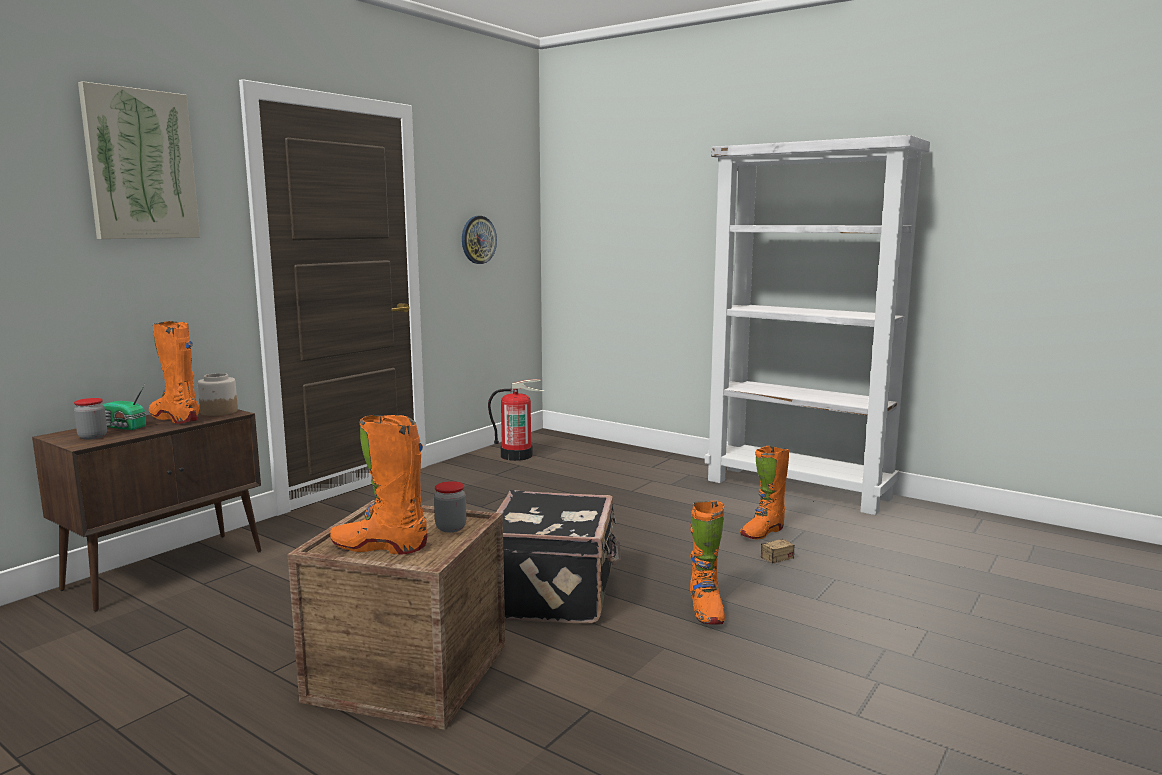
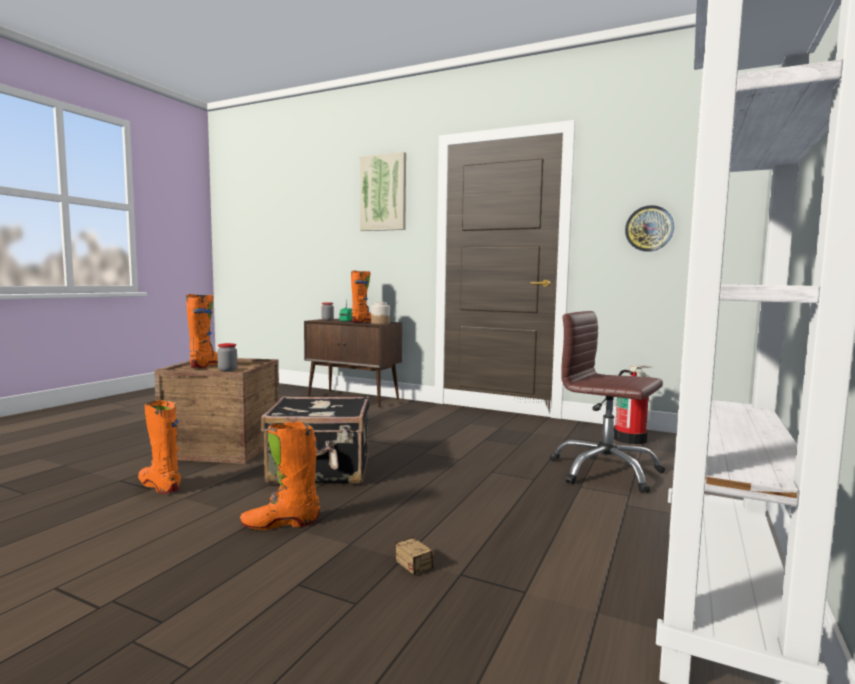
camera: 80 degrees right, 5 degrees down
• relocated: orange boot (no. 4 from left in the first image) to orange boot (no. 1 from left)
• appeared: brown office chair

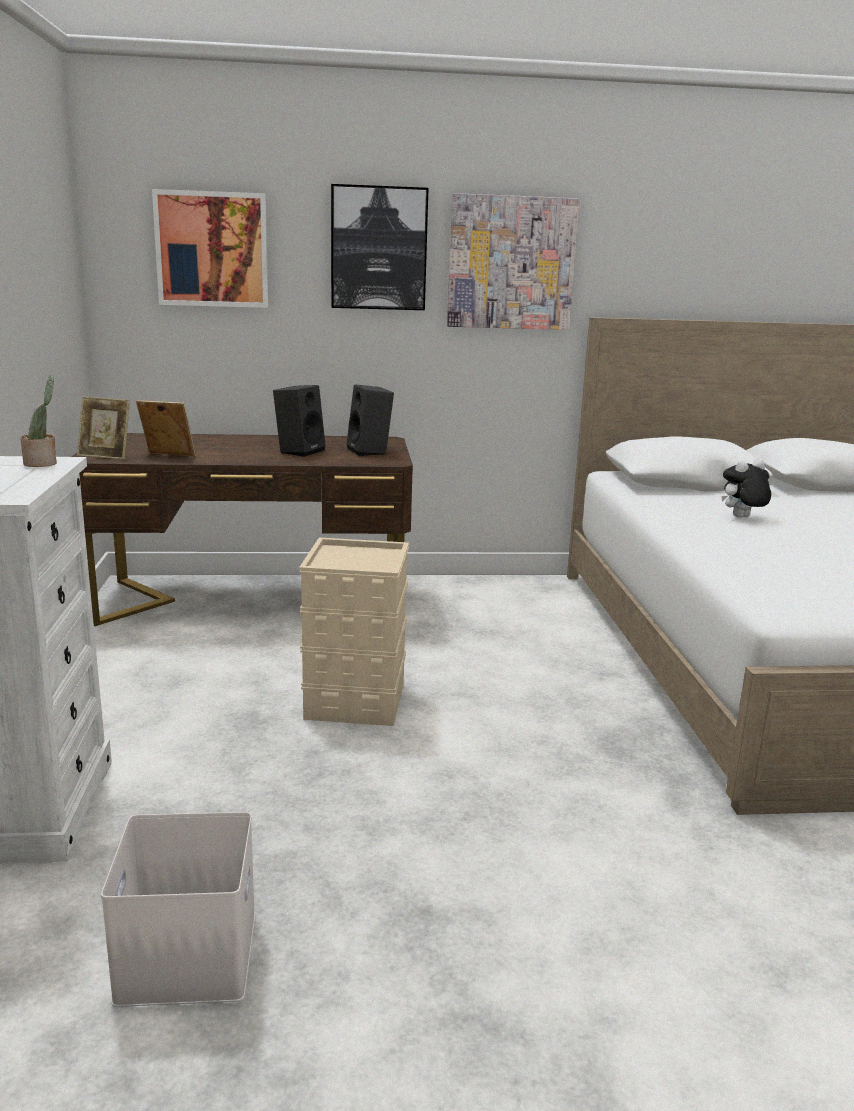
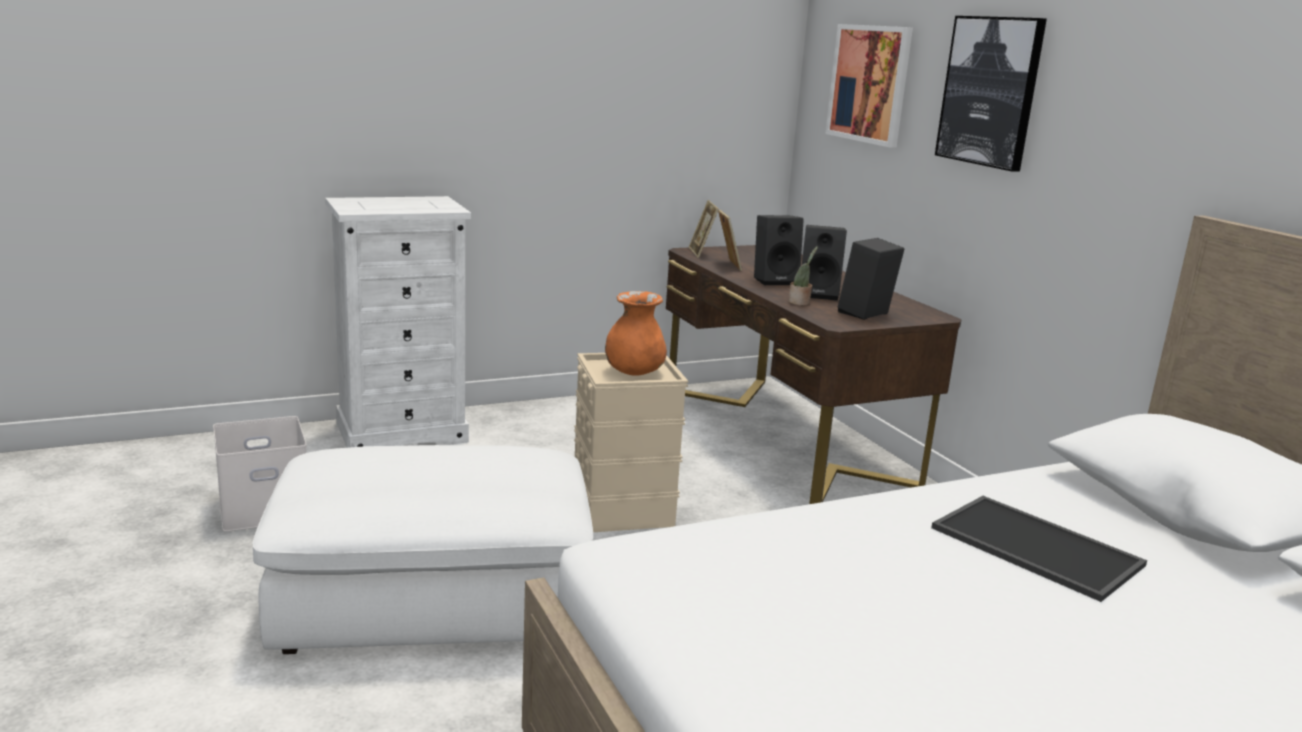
camera: 70 degrees right, 0 degrees up
• missing: picture (no. 3 from left)
• relocated: potted plant
• exchanged: plush toy to tray
• appeared: black speaker (no. 1 from left)
• appeared: orange vase
• appeared: white ottoman

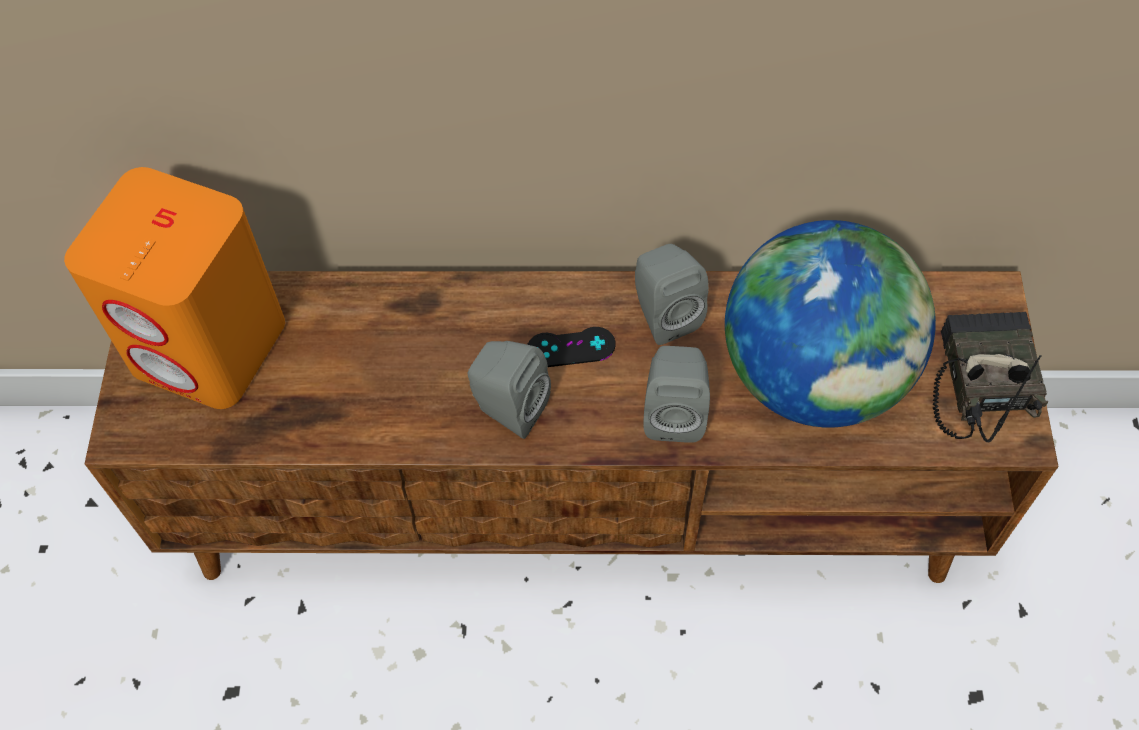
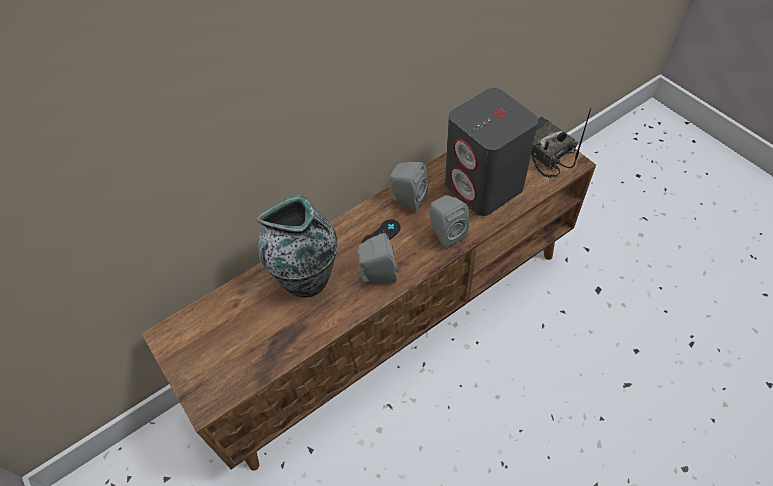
camera: 35 degrees left, 5 degrees down
• missing: orange speaker
• exchanged: globe to grey speaker (no. 4 from left)
• appeared: vase

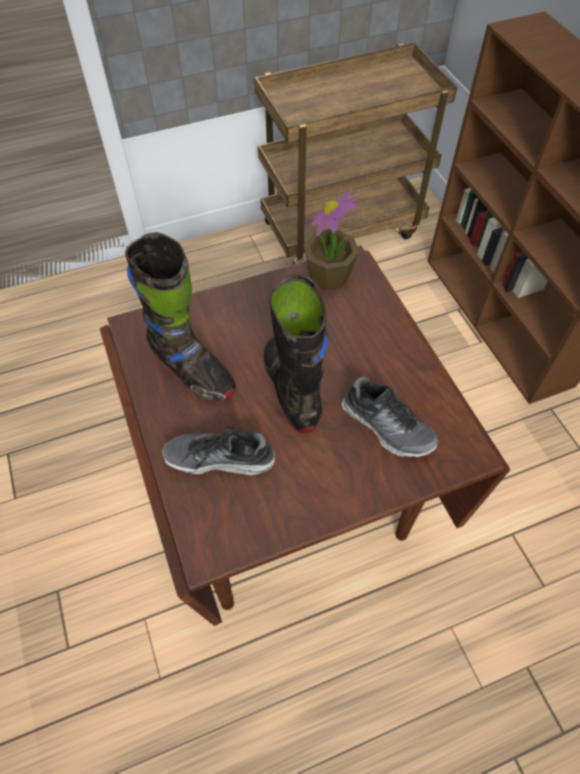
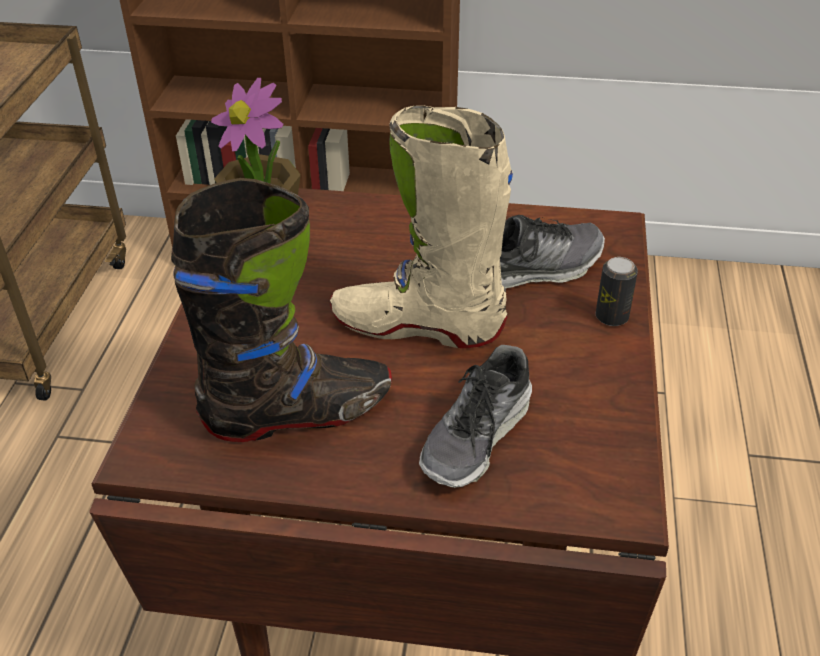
camera: 60 degrees left, 15 degrees down
• colour: black boot (no. 2 from left) to beige boot
• appeared: can

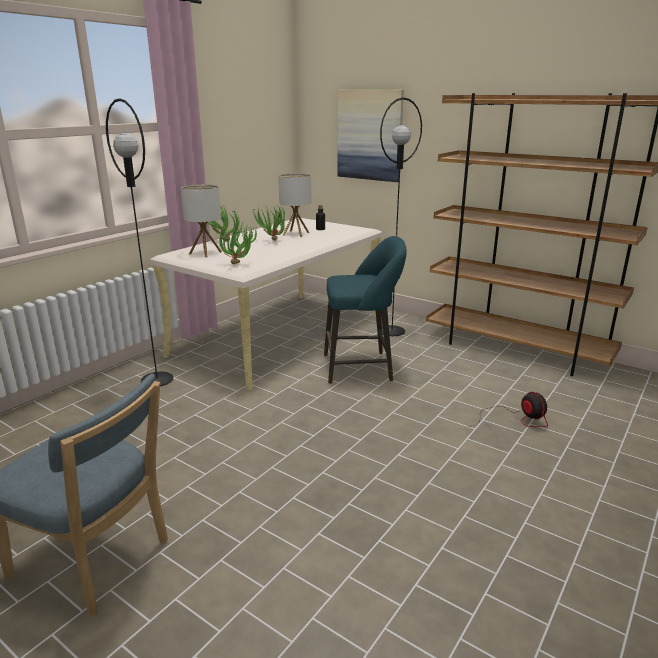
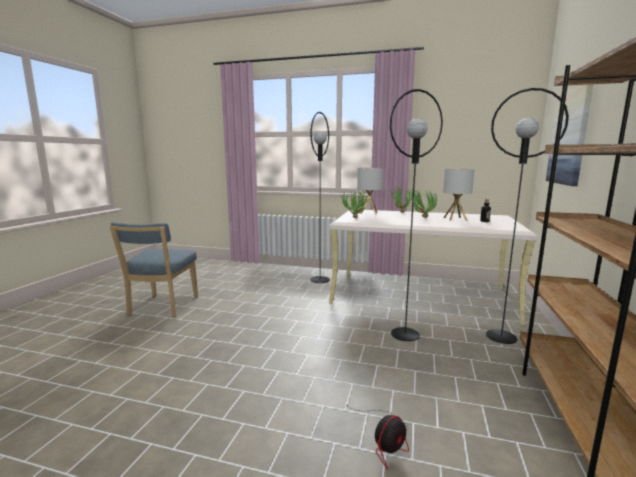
camera: 70 degrees right, 10 degrees down
• exchanged: turquoise stool to black floor lamp (no. 2 from left)

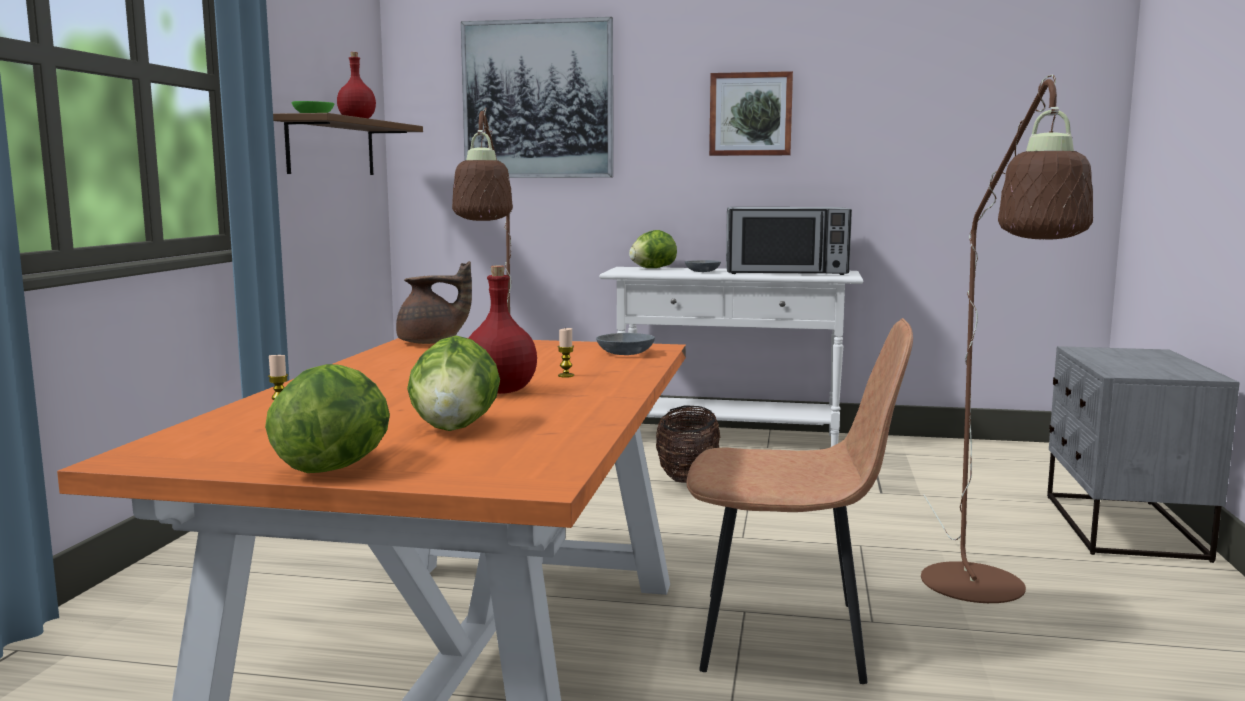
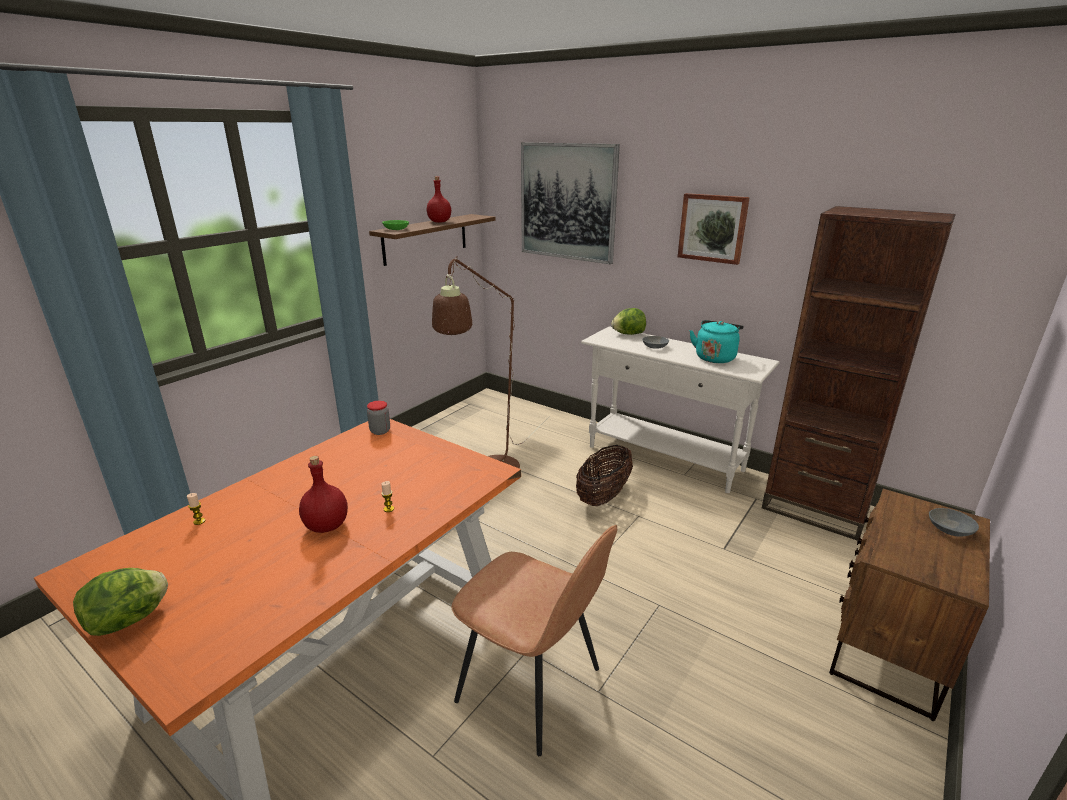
camera: 25 degrees right, 15 degrees up
• missing: brown floor lamp (no. 2 from left)
• exchanged: microwave to turquoise kettle
• exchanged: brown teapot to jar
• relocated: grey bowl (no. 1 from left in the first image) to grey bowl (no. 2 from left)
• missing: lettuce (no. 2 from left)
• colour: grey nightstand to brown nightstand
• appeared: brown bookcase

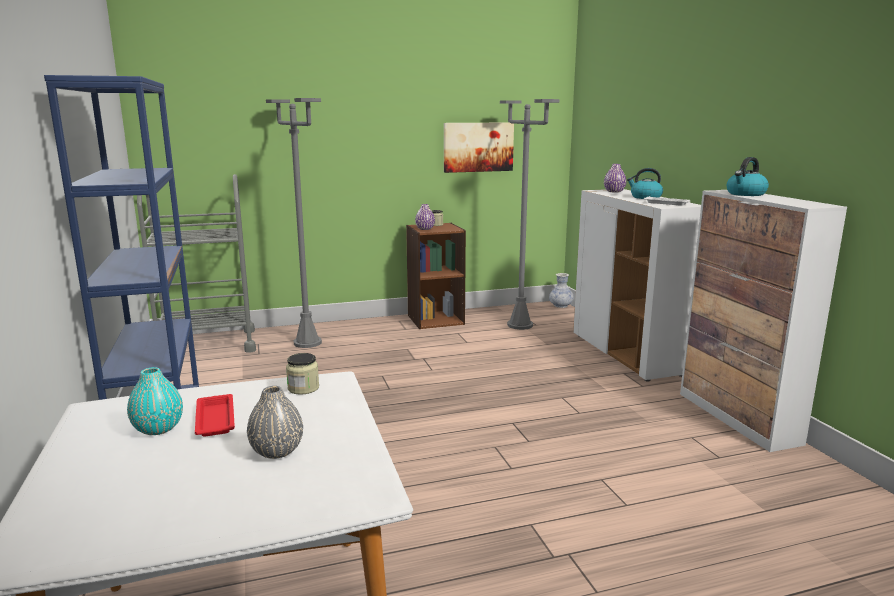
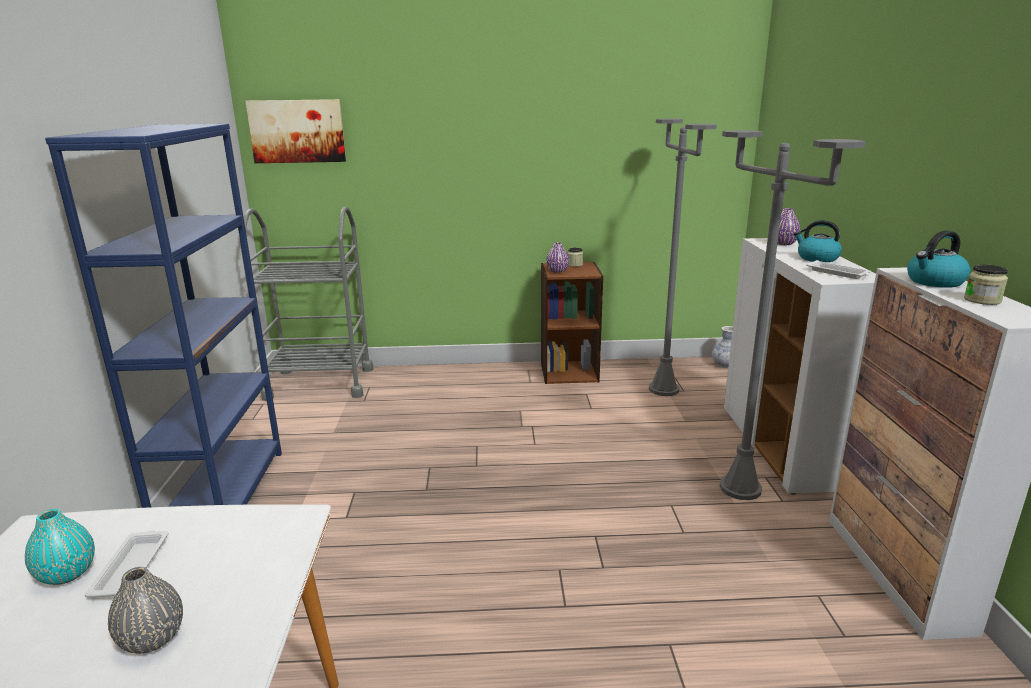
camera: 15 degrees right, 5 degrees up
• relocated: grey floor lamp (no. 1 from left in the first image) to grey floor lamp (no. 2 from left)
• relocated: picture
• relocated: jar (no. 1 from left in the first image) to jar (no. 2 from left)
• colour: red tray to white tray (no. 1 from left)

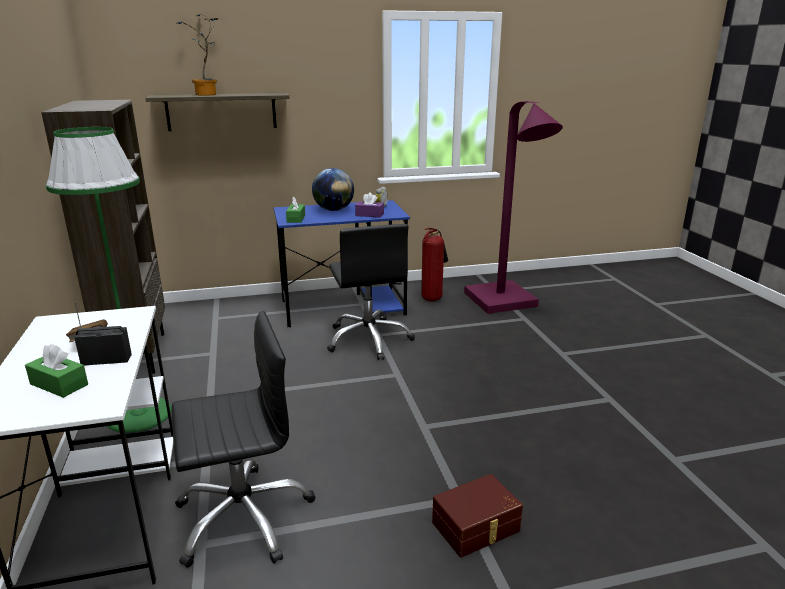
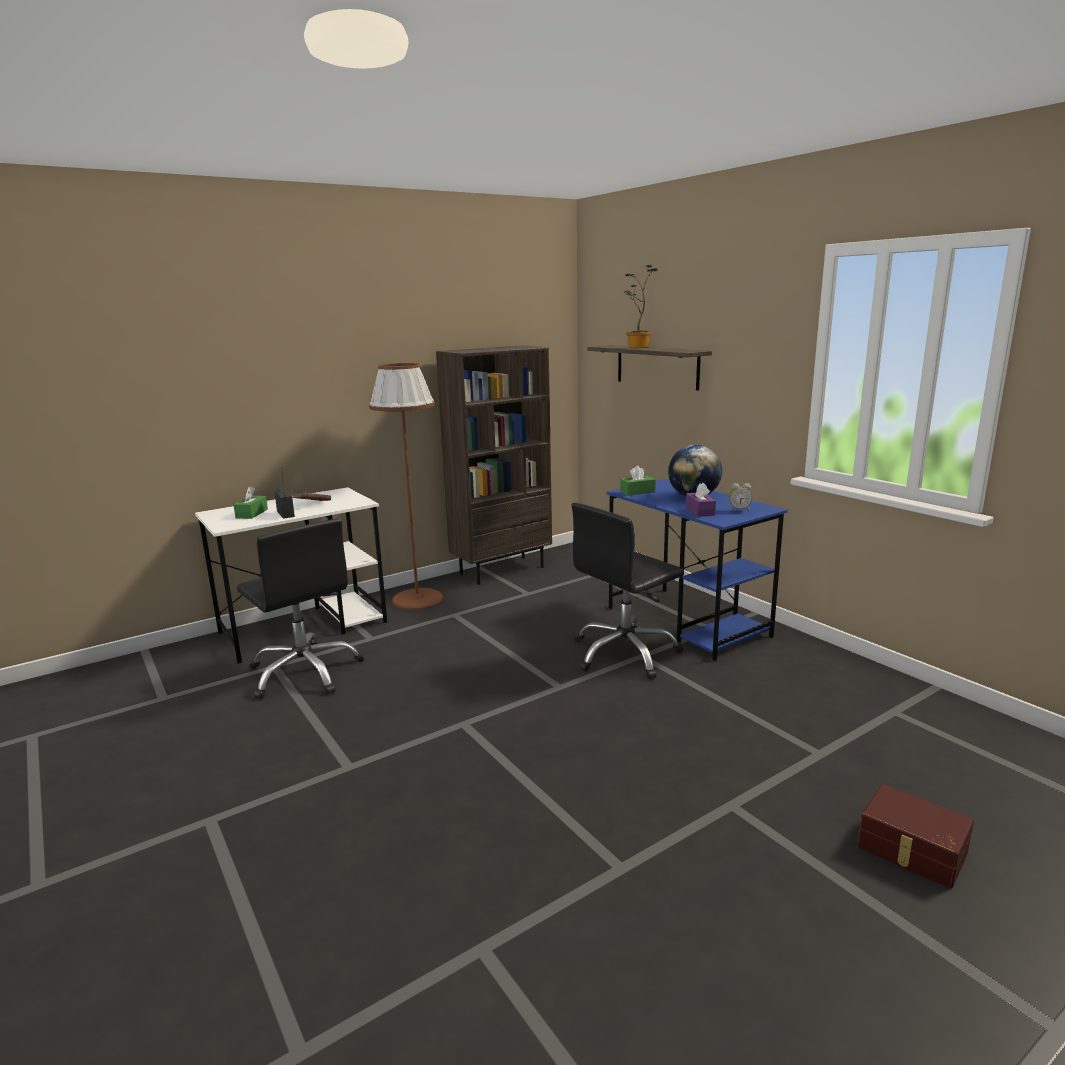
camera: 70 degrees right, 5 degrees down
• missing: purple floor lamp
• colour: green floor lamp to brown floor lamp
• missing: fire extinguisher
• relocated: brown storage box

